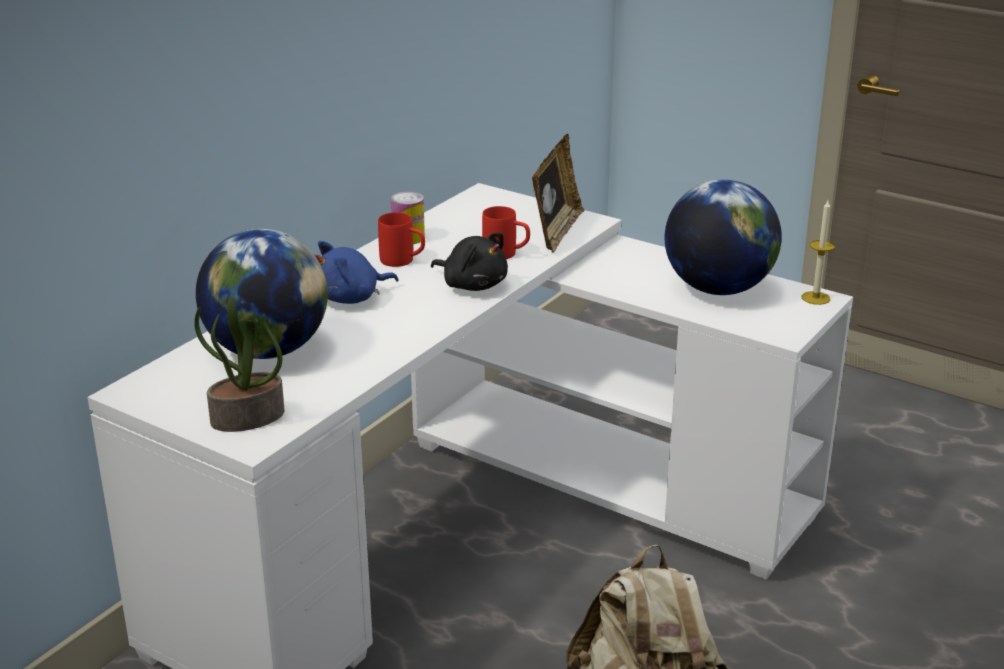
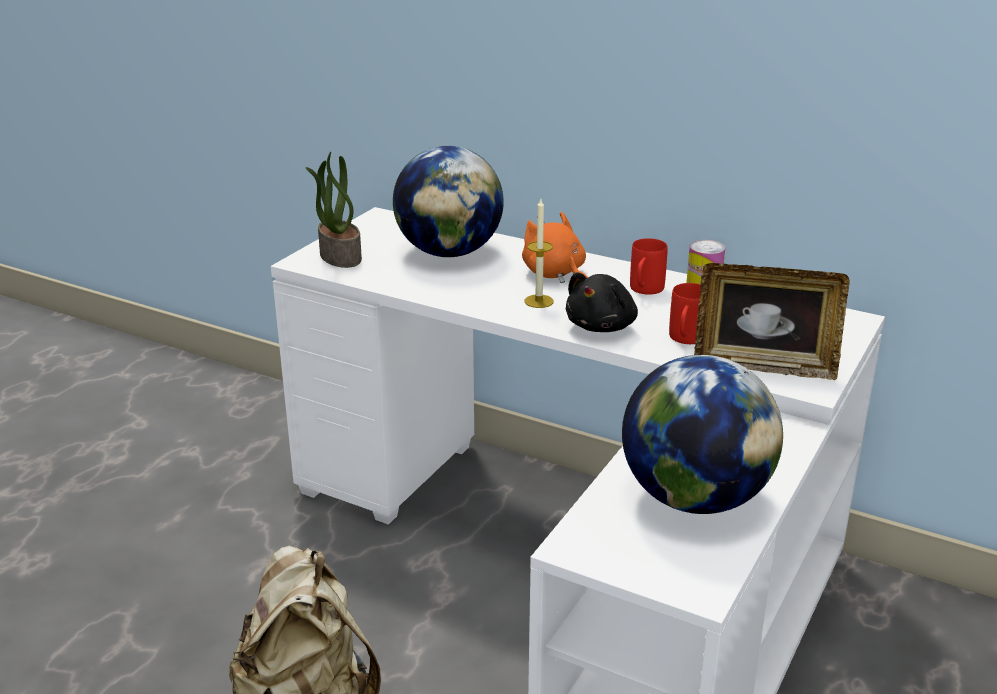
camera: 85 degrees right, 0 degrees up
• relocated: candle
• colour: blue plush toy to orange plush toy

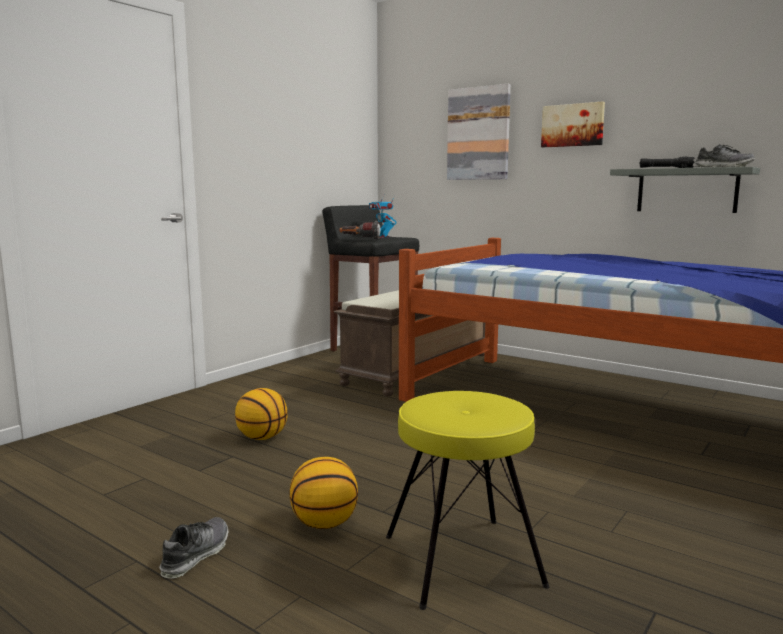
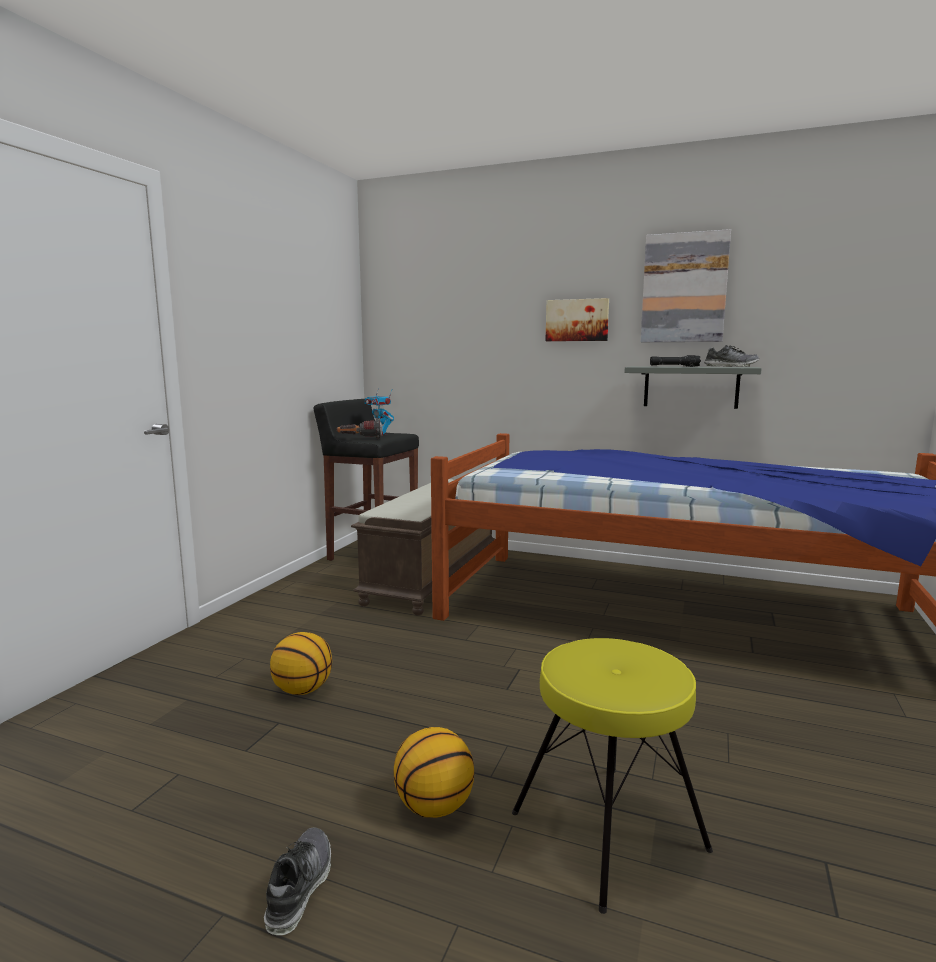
camera: 15 degrees left, 0 degrees up
• relocated: picture (no. 1 from left in the first image) to picture (no. 2 from left)

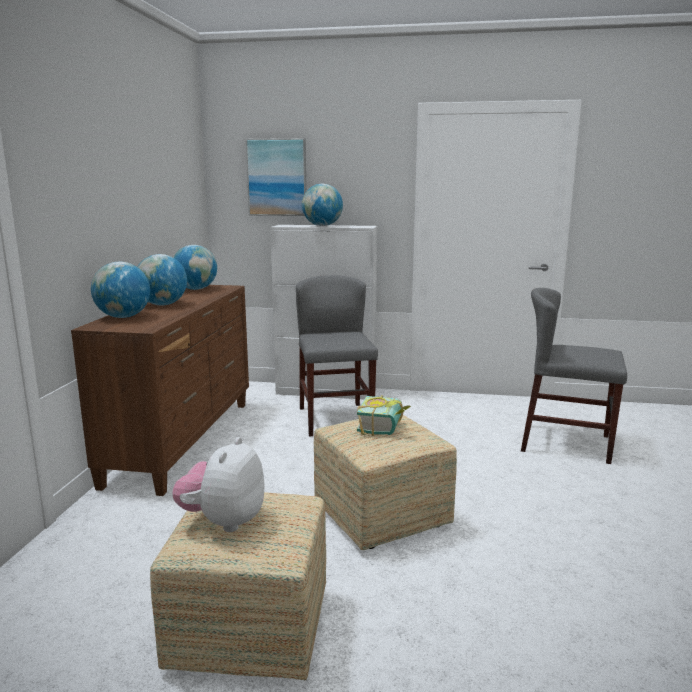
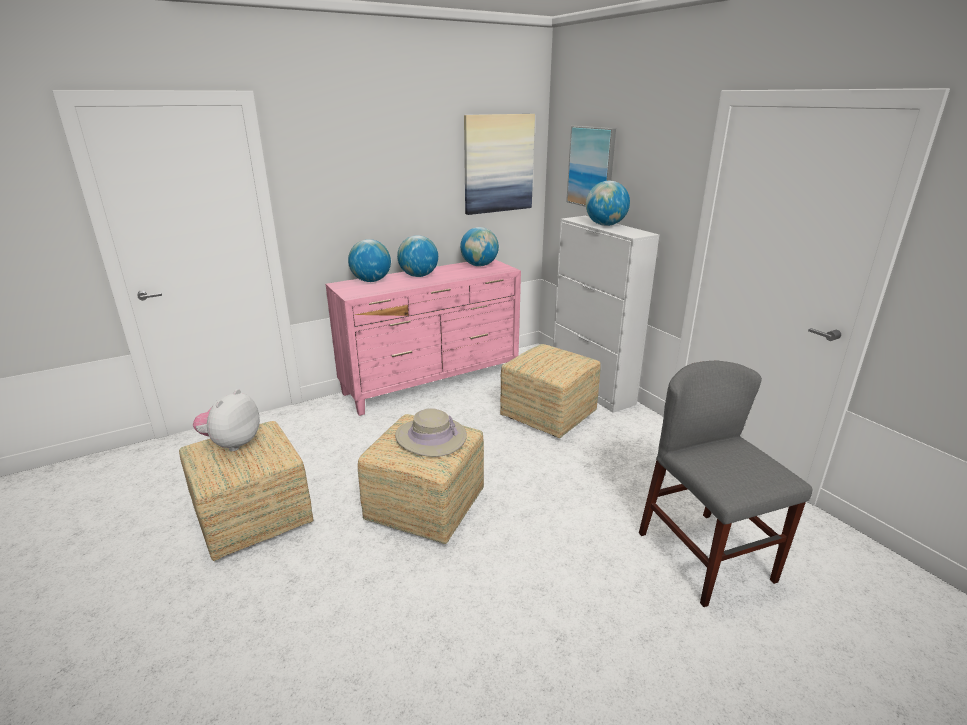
camera: 50 degrees right, 10 degrees up
• exchanged: grey chair (no. 1 from left) to ottoman (no. 3 from left)
• colour: brown dresser to pink dresser
• exchanged: book to beige hat
• spun: plush toy 45 degrees counterclockwise
• appeared: picture (no. 1 from left)

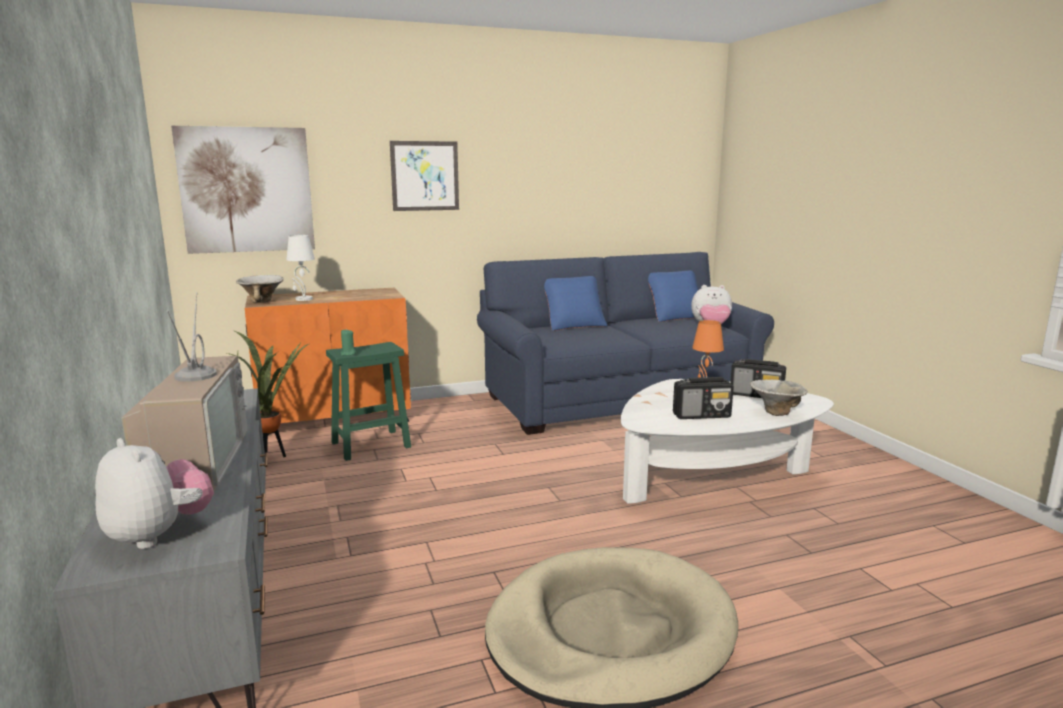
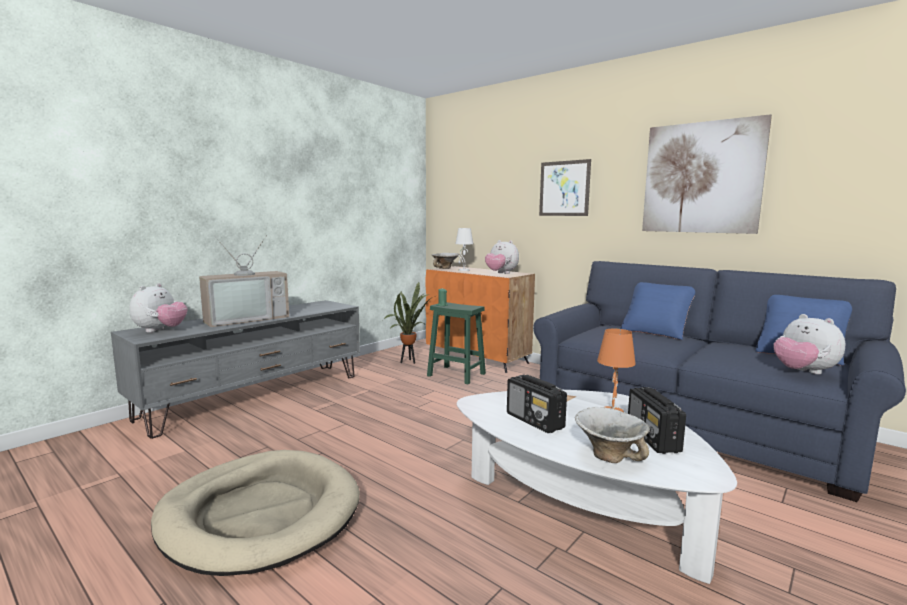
camera: 60 degrees right, 5 degrees down
• relocated: picture (no. 1 from left in the first image) to picture (no. 2 from left)
• appeared: plush toy (no. 2 from left)

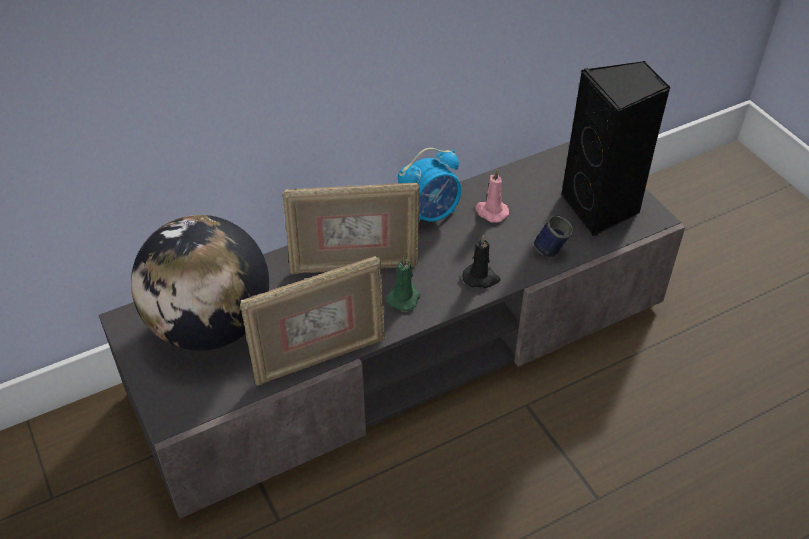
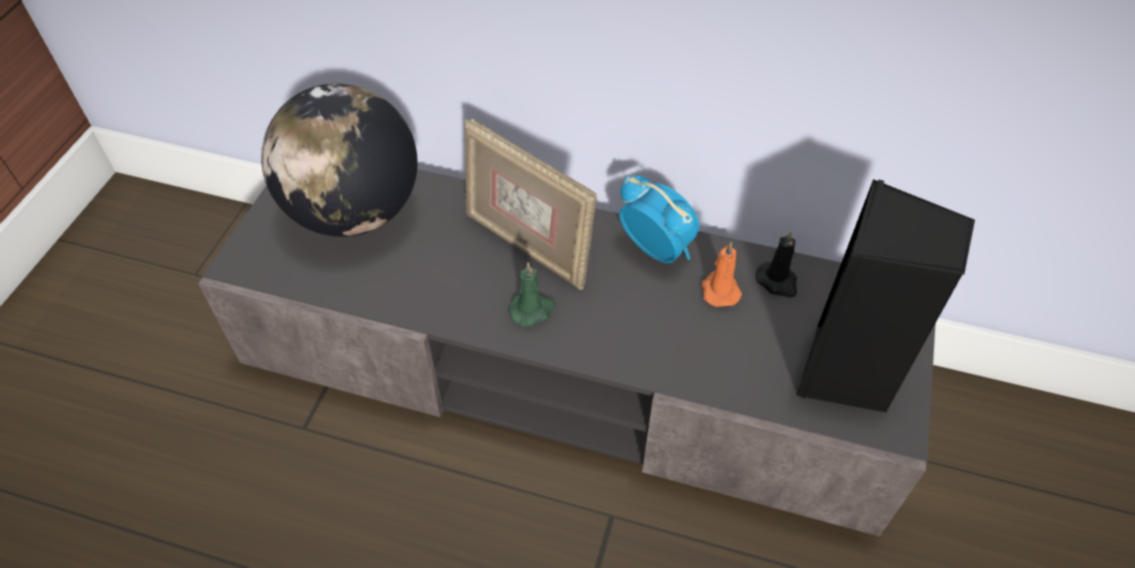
camera: 45 degrees right, 5 degrees up
• spun: alarm clock 150 degrees counterclockwise
• colour: pink candle to orange candle
• missing: blue mug
• relocated: black candle
• missing: picture frame (no. 1 from left)

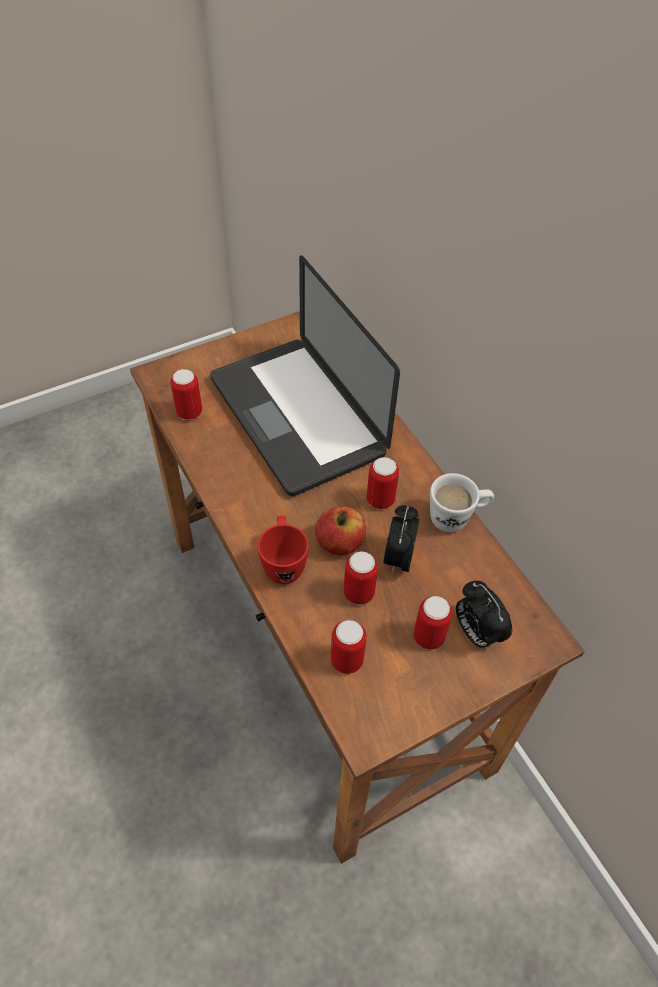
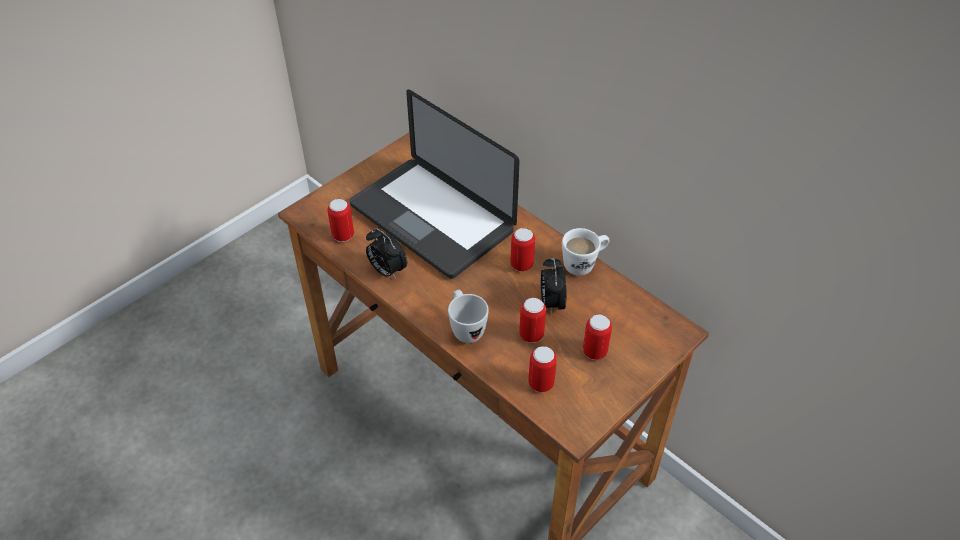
camera: 15 degrees left, 5 degrees down
• missing: apple
• colour: red mug to white mug (no. 1 from left)
• relocated: alarm clock (no. 2 from left in the first image) to alarm clock (no. 1 from left)

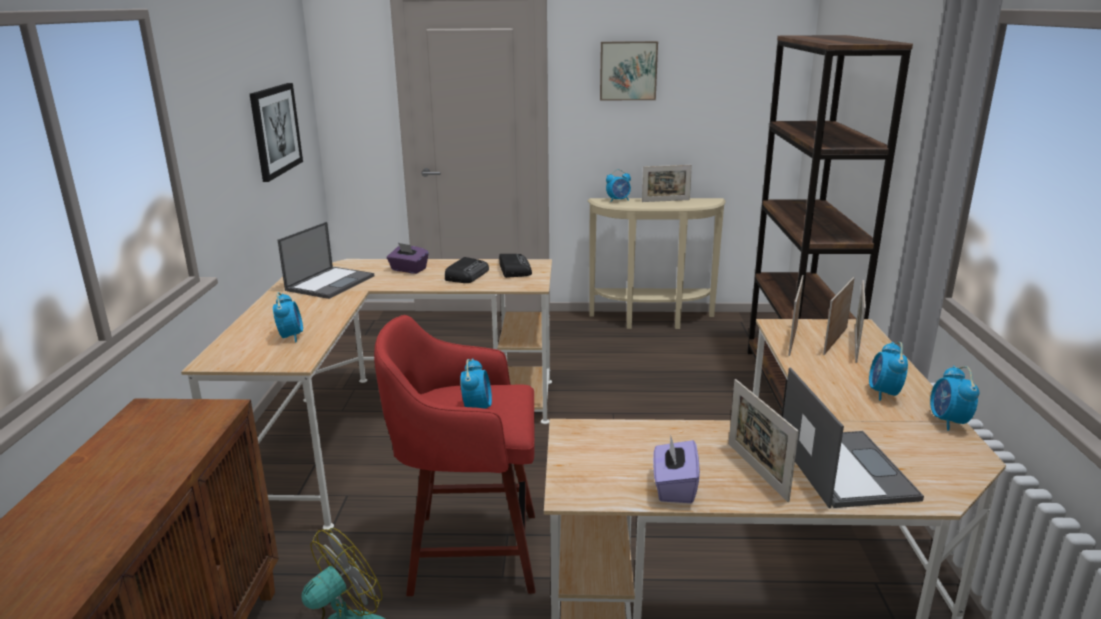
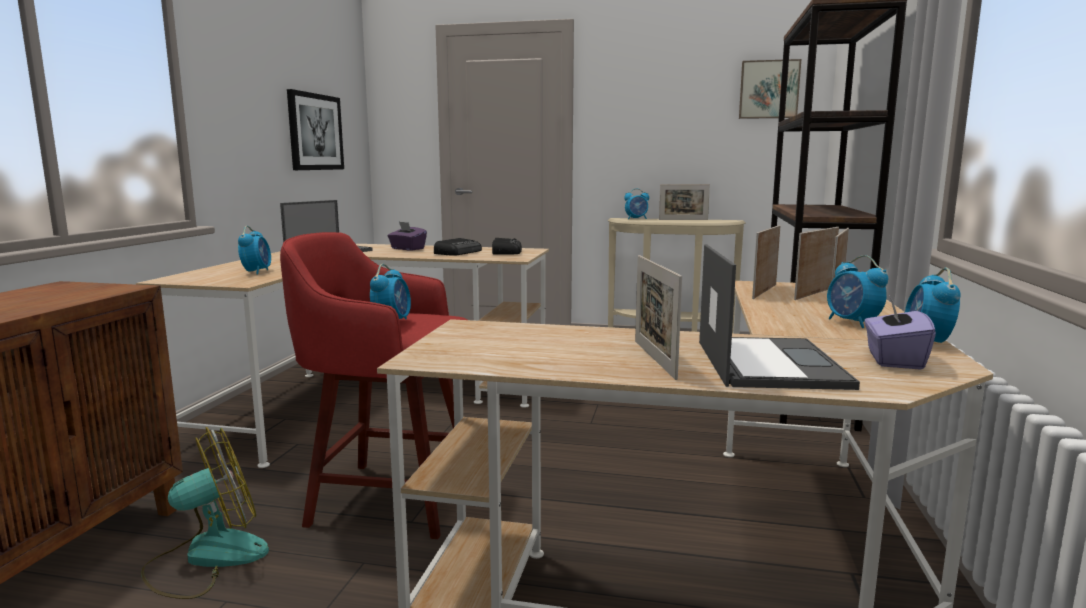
camera: 10 degrees right, 10 degrees down
• relocated: picture (no. 2 from left)
• spun: alarm clock (no. 4 from left) 45 degrees counterclockwise
• relocated: purple tissue box (no. 2 from left)

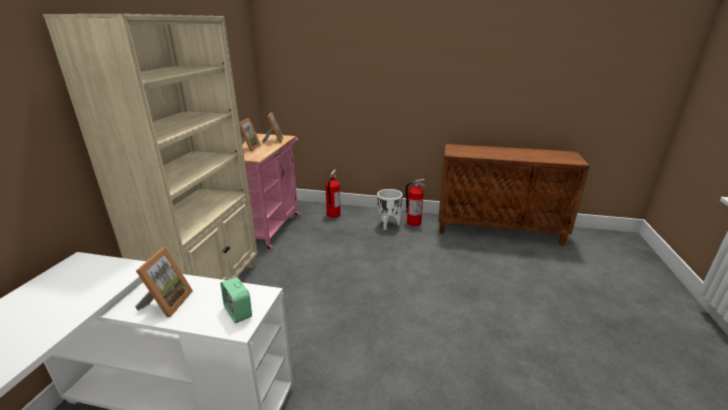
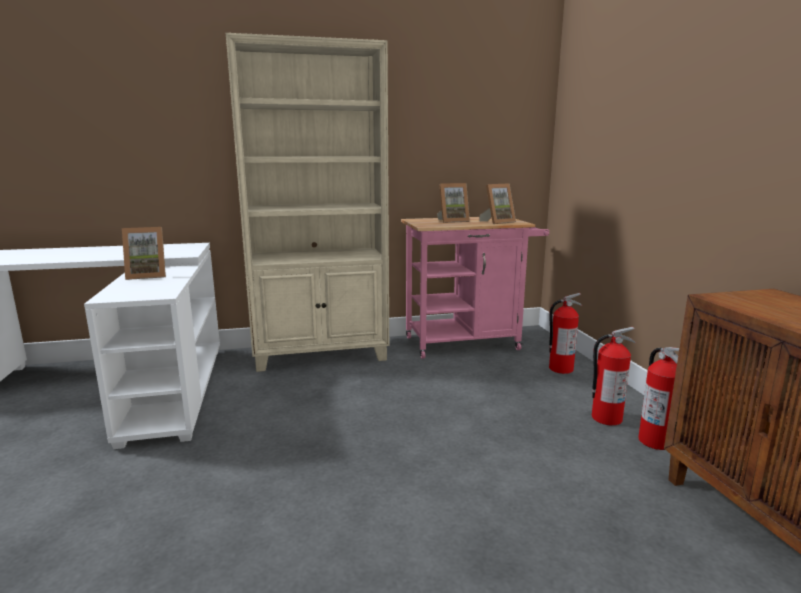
camera: 65 degrees right, 10 degrees down
• exchanged: white planter to fire extinguisher (no. 2 from left)
• missing: alarm clock

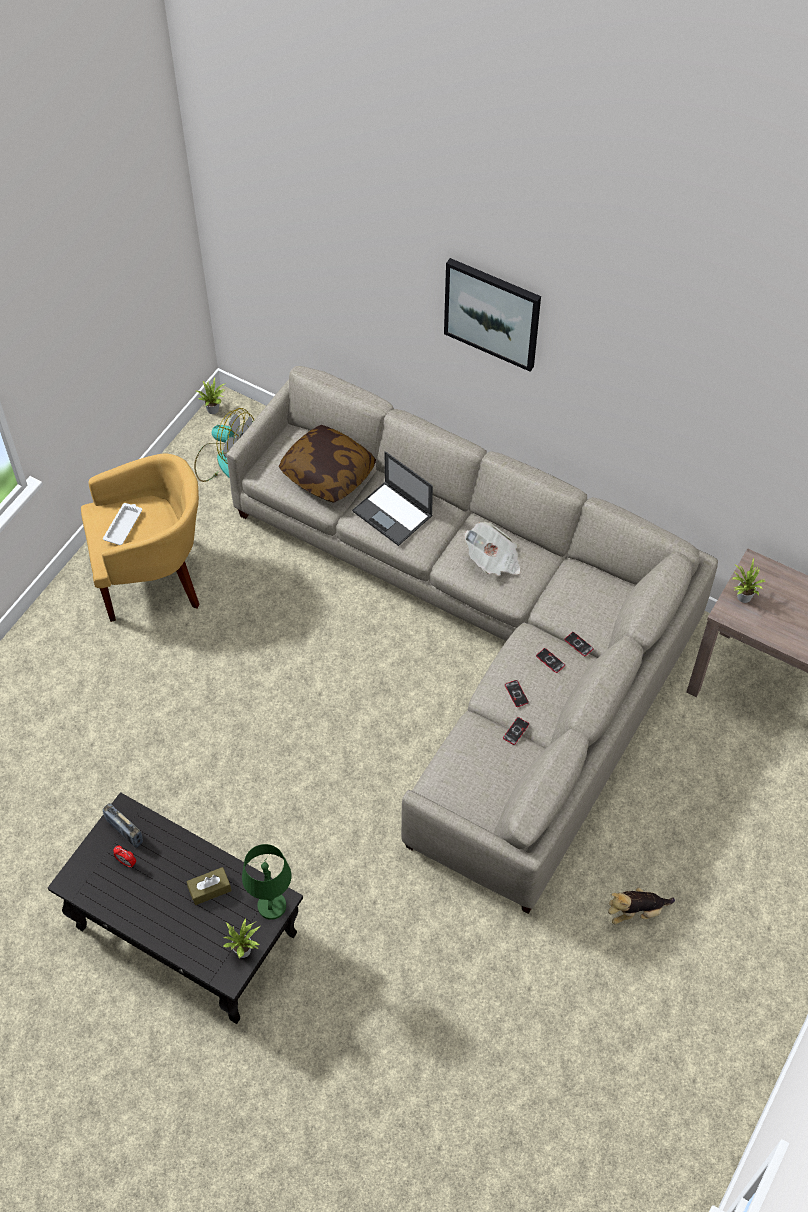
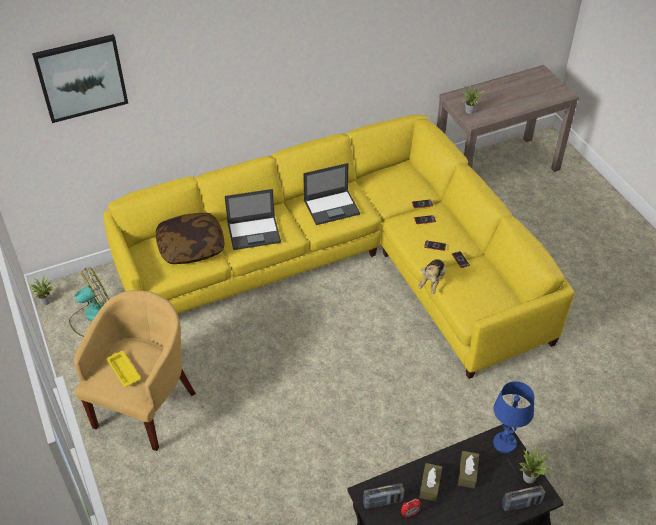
camera: 55 degrees left, 10 degrees down
• relocated: picture
• colour: grey sofa to yellow sofa
• colour: white tray to yellow tray
• exchanged: newspaper to laptop (no. 2 from left)
• colour: green table lamp to blue table lamp
• relocated: plush toy
• appeared: brown tissue box (no. 1 from left)
• appeared: radio (no. 2 from left)

